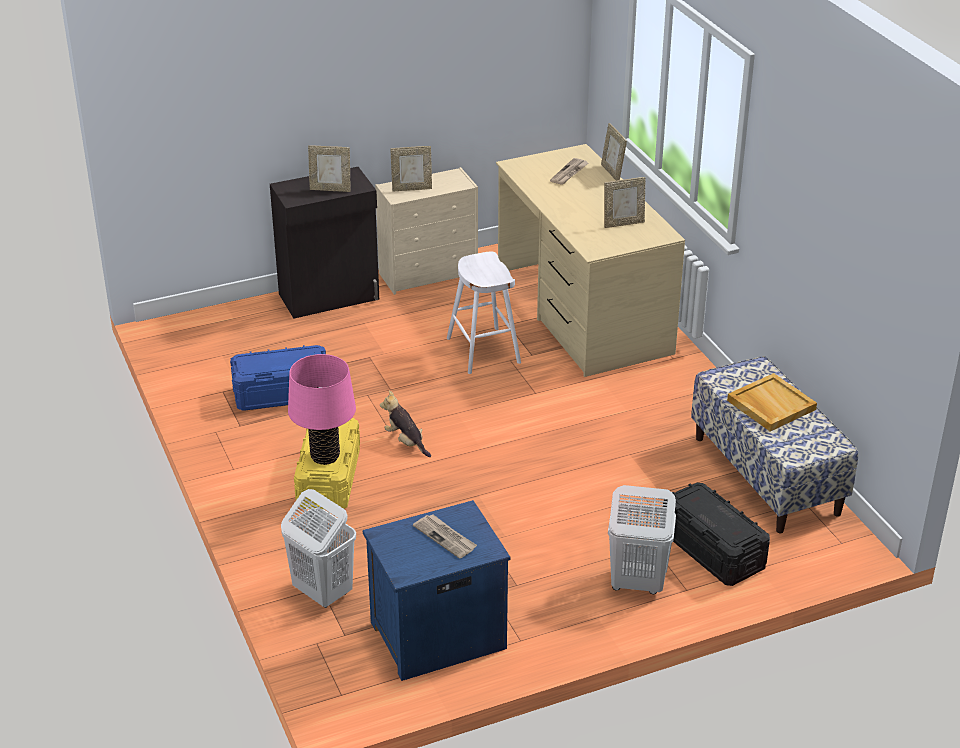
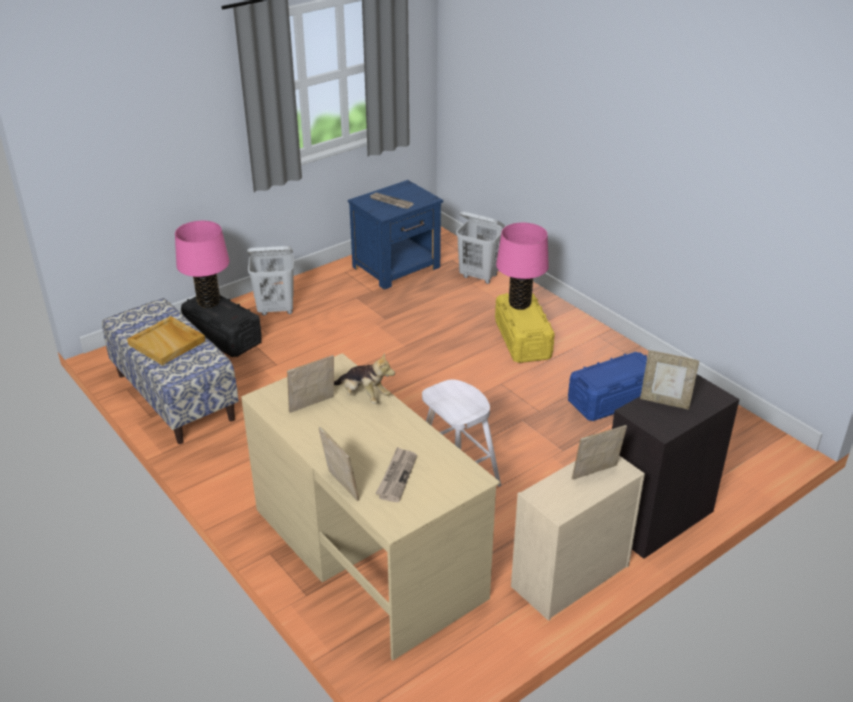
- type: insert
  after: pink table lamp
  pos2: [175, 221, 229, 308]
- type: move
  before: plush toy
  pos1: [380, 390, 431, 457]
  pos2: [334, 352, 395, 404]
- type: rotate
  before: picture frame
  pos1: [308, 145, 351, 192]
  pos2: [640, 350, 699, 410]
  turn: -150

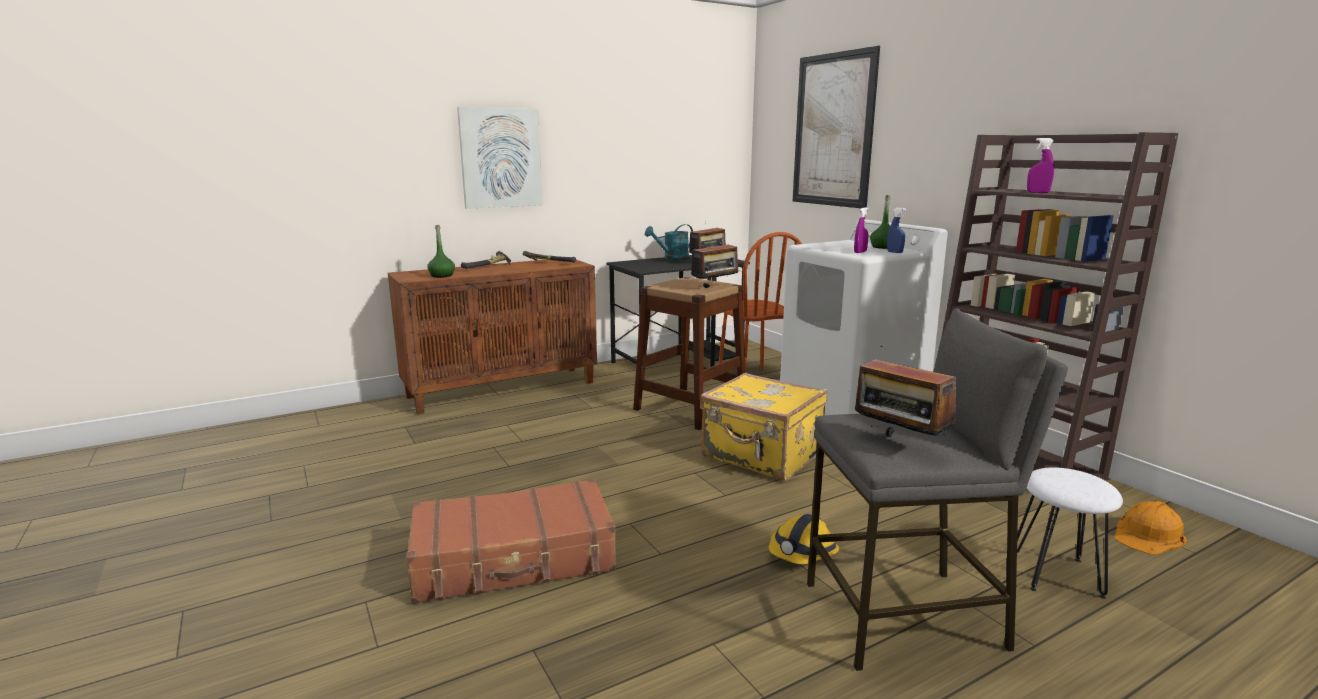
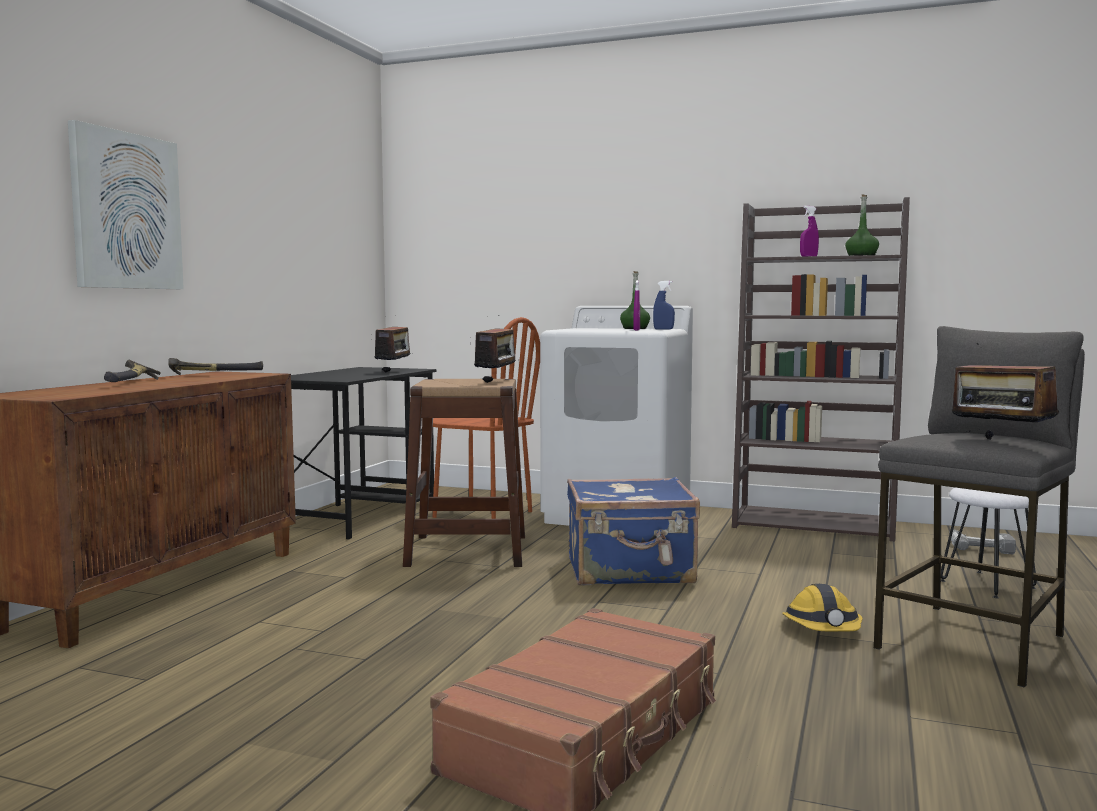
- type: delete
  before: turquoise watering can
  pos1: [645, 224, 693, 261]
- type: delete
  before: picture
  pos1: [793, 46, 880, 208]
- type: move
  before: green bottle
  pos1: [427, 225, 455, 278]
  pos2: [845, 195, 879, 256]
- type: replace
  before: orange hard hat
  after: power drill
  pos1: [1114, 501, 1187, 555]
  pos2: [949, 529, 1016, 554]
- type: recolor
  before: yellow suitcase
  after: blue suitcase
  pos1: [700, 373, 827, 481]
  pos2: [567, 477, 700, 585]
- type: rotate
  before: radio
  pos1: [854, 346, 956, 437]
  pos2: [952, 343, 1059, 440]
  turn: 45

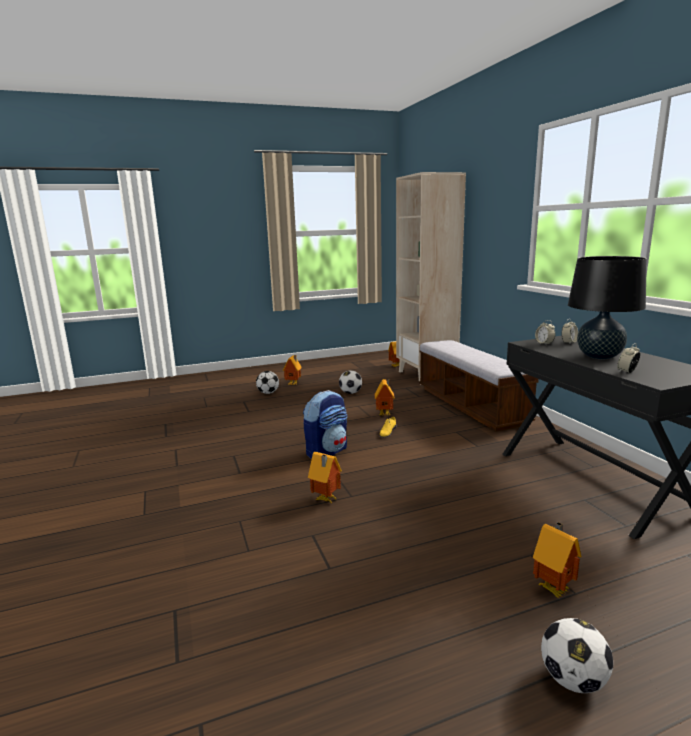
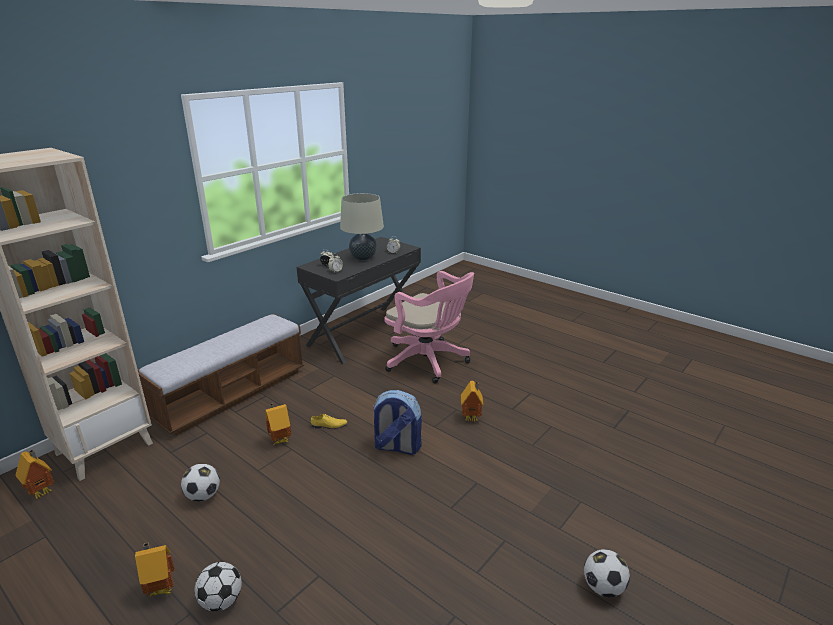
- type: delete
  before: toy house
  pos1: [533, 522, 581, 598]
- type: insert
  after: pink office chair
  pos2: [385, 271, 474, 383]
- type: move
  before: football
  pos1: [541, 618, 613, 693]
  pos2: [584, 549, 630, 597]
- type: recolor
  before: black table lamp
  after: beige table lamp
  pos1: [568, 256, 647, 359]
  pos2: [340, 193, 384, 260]

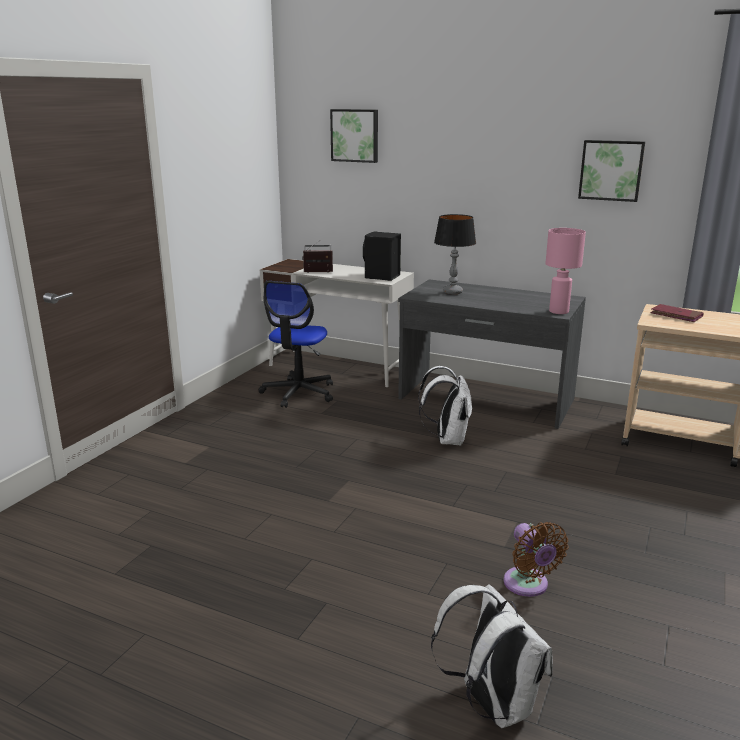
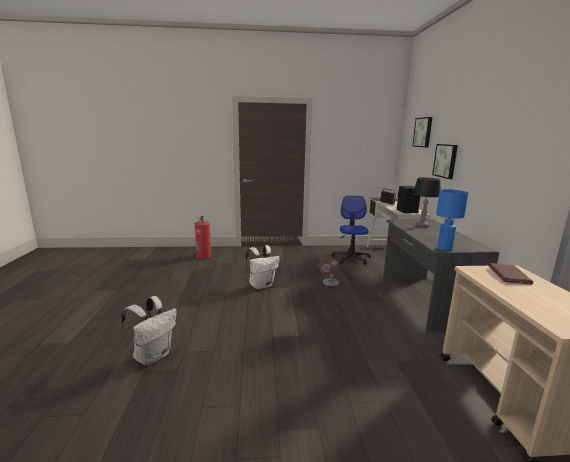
- type: insert
  after: fire extinguisher
  pos2: [195, 216, 211, 259]
- type: move
  before: white backpack
  pos1: [418, 366, 472, 446]
  pos2: [246, 245, 280, 289]
- type: move
  before: brown fan
  pos1: [503, 522, 568, 597]
  pos2: [318, 256, 339, 286]
- type: move
  before: picture
  pos1: [578, 140, 645, 202]
  pos2: [432, 144, 458, 179]
- type: recolor
  before: pink table lamp
  after: blue table lamp
  pos1: [545, 228, 586, 314]
  pos2: [436, 189, 469, 251]
- type: rotate
  before: office chair
  pos1: [258, 281, 333, 408]
  pos2: [331, 196, 371, 264]
  turn: 105

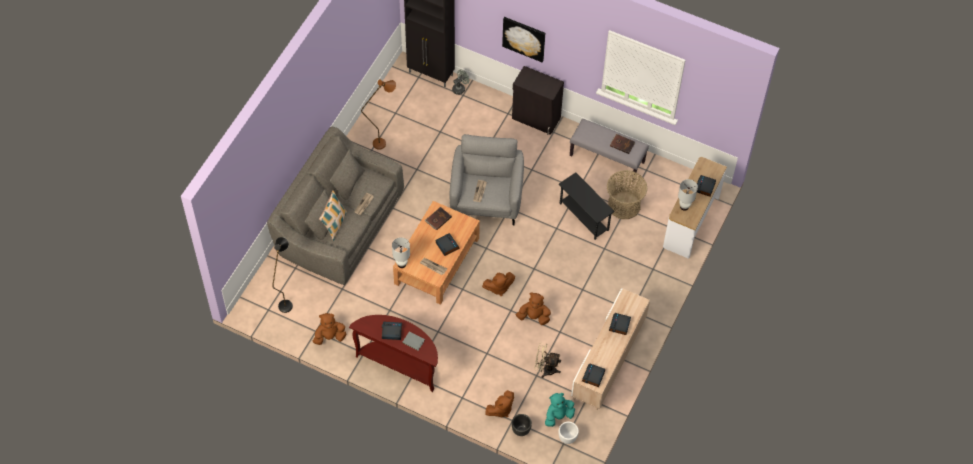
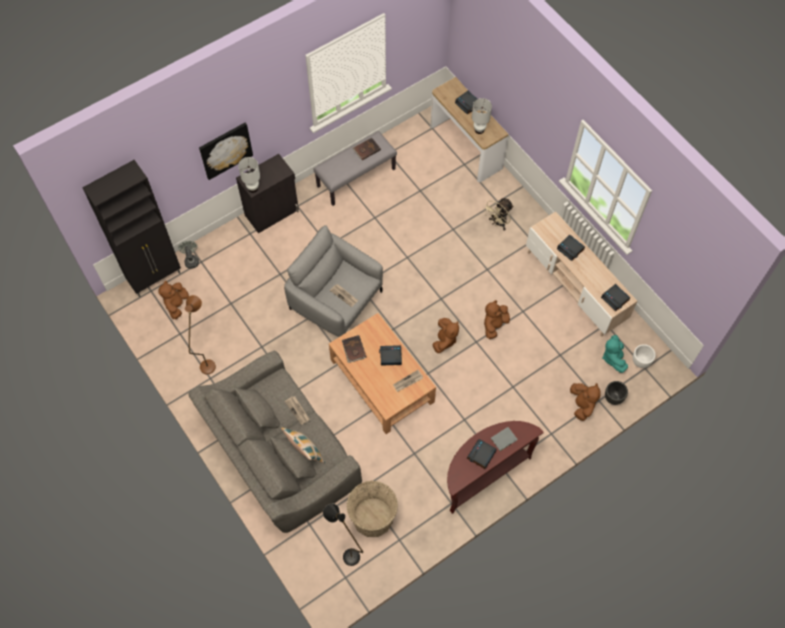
- type: delete
  before: black side table
  pos1: [559, 172, 615, 240]
- type: move
  before: brown plush toy
  pos1: [313, 313, 347, 345]
  pos2: [158, 281, 189, 319]
- type: move
  before: white table lamp
  pos1: [392, 237, 410, 268]
  pos2: [238, 157, 260, 193]
- type: move
  before: beige fan
  pos1: [535, 343, 561, 378]
  pos2: [483, 198, 514, 231]
- type: move
  before: basket
  pos1: [607, 170, 648, 219]
  pos2: [346, 481, 398, 537]

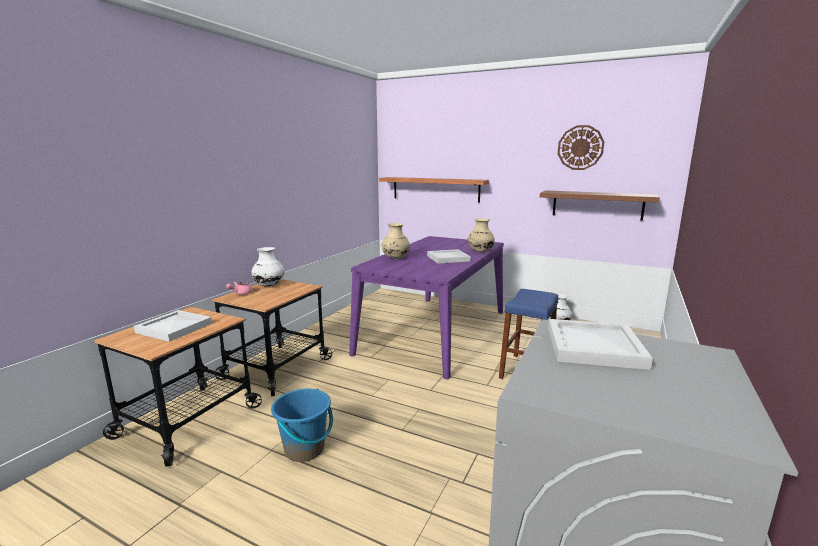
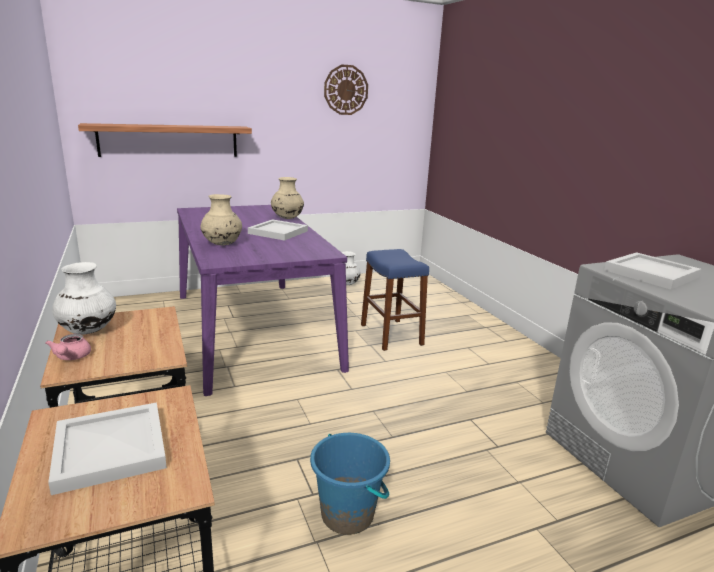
- type: delete
  before: brown shelf
  pos1: [540, 190, 660, 221]

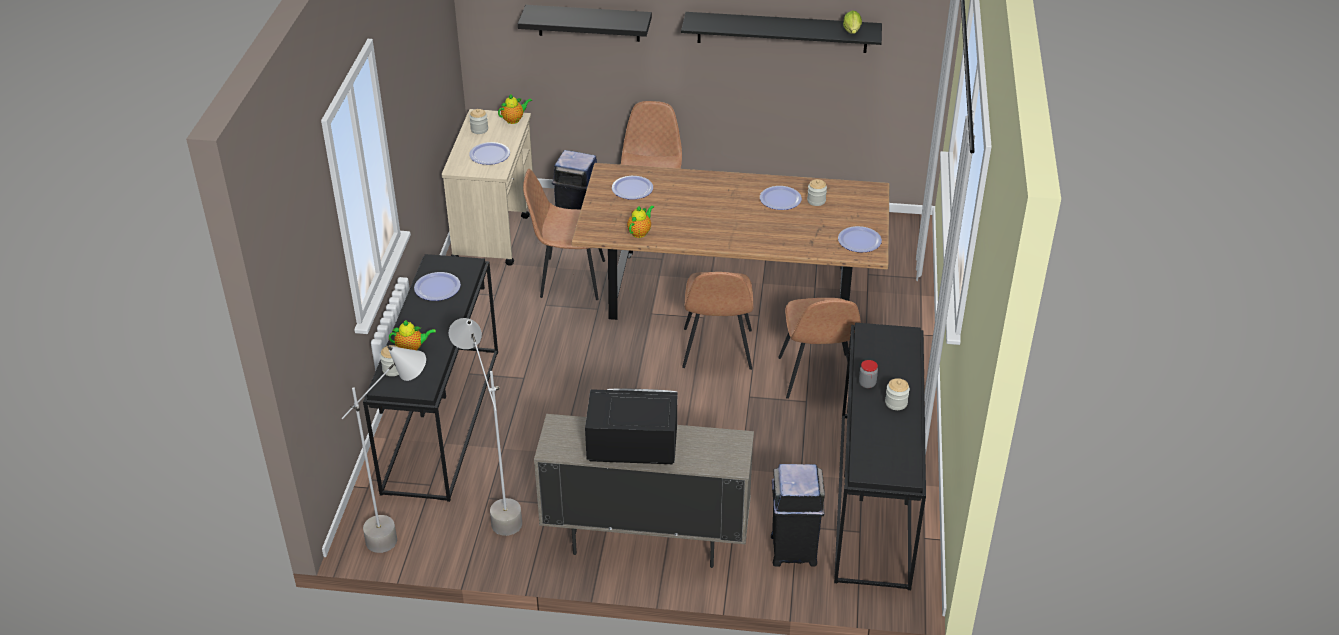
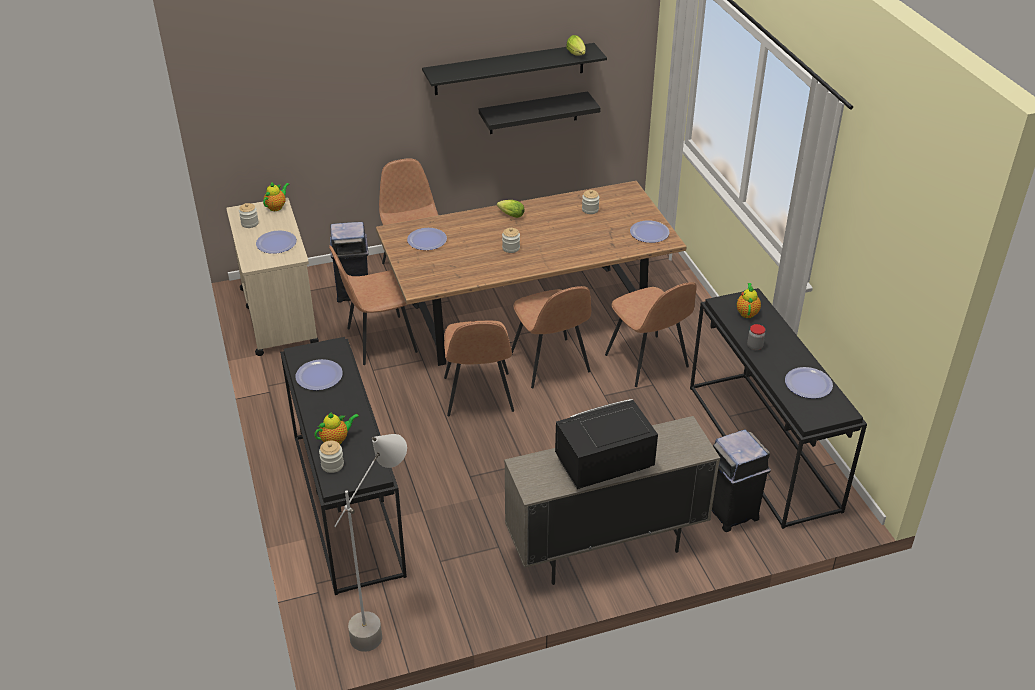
- type: delete
  before: grey floor lamp
  pos1: [449, 318, 522, 536]
- type: insert
  after: brown chair
  pos2: [444, 321, 514, 416]
- type: insert
  after: lettuce
  pos2: [497, 200, 525, 218]
- type: move
  before: black shelf
  pos1: [518, 5, 652, 42]
  pos2: [479, 91, 601, 134]
- type: move
  before: teapot
  pos1: [627, 205, 654, 238]
  pos2: [737, 283, 761, 318]
- type: move
  before: plate
  pos1: [760, 186, 802, 210]
  pos2: [785, 367, 833, 399]
- type: move
  before: jar
  pos1: [885, 378, 910, 410]
  pos2: [502, 228, 520, 253]

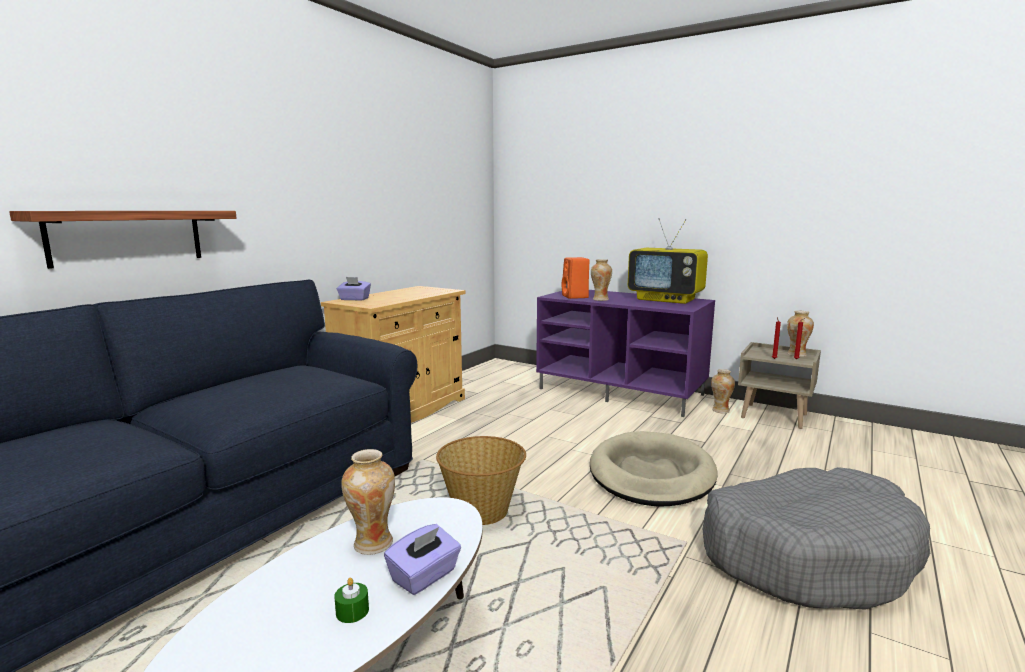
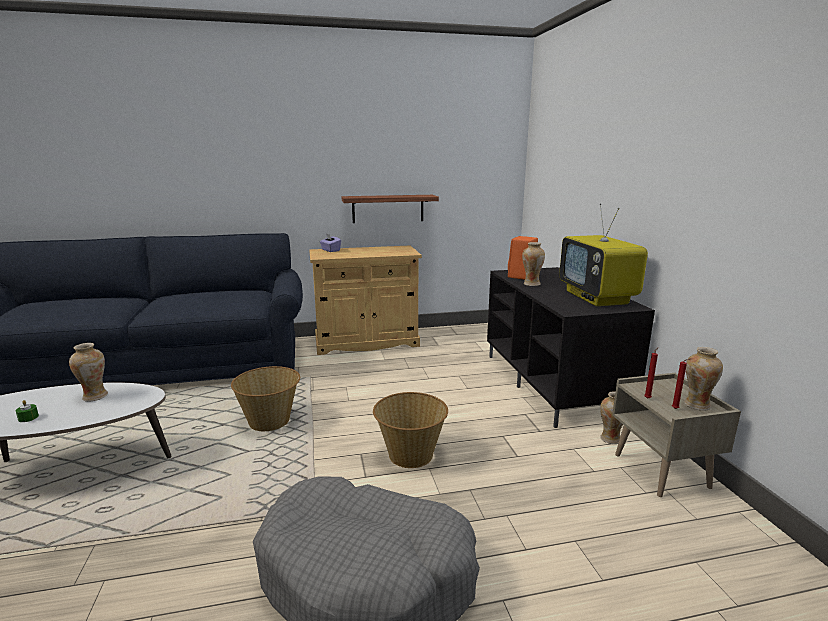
- type: delete
  before: purple tissue box
  pos1: [384, 524, 461, 595]
- type: move
  before: shelf
  pos1: [9, 211, 237, 269]
  pos2: [342, 195, 439, 223]
- type: replace
  before: beige dog bed
  after: basket
  pos1: [590, 431, 717, 506]
  pos2: [373, 392, 448, 468]
- type: recolor
  before: purple tv stand
  after: black tv stand
  pos1: [536, 290, 715, 417]
  pos2: [487, 267, 655, 428]

